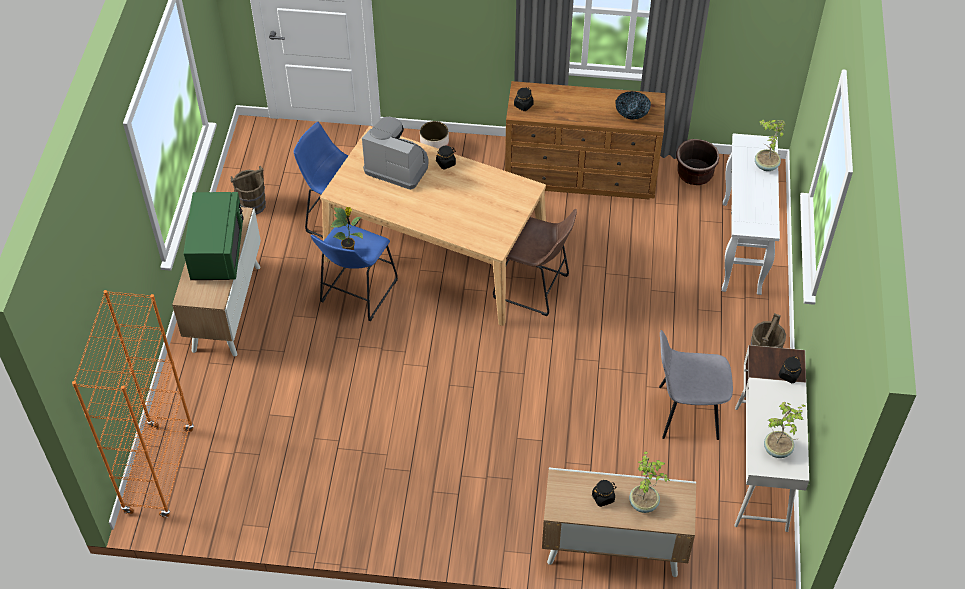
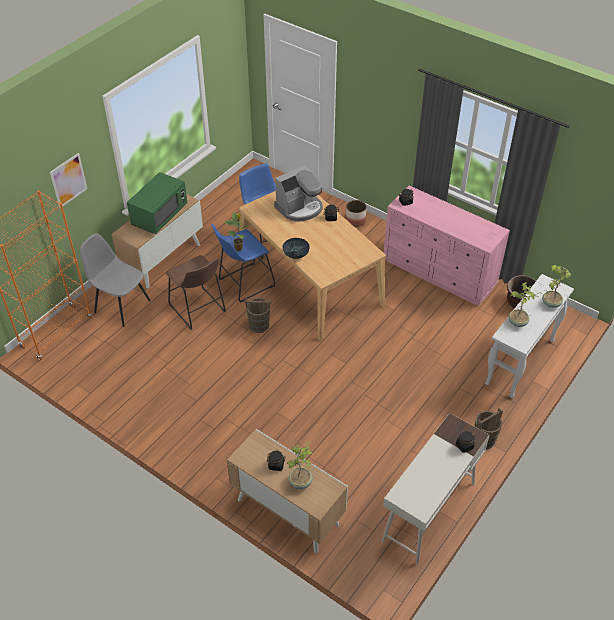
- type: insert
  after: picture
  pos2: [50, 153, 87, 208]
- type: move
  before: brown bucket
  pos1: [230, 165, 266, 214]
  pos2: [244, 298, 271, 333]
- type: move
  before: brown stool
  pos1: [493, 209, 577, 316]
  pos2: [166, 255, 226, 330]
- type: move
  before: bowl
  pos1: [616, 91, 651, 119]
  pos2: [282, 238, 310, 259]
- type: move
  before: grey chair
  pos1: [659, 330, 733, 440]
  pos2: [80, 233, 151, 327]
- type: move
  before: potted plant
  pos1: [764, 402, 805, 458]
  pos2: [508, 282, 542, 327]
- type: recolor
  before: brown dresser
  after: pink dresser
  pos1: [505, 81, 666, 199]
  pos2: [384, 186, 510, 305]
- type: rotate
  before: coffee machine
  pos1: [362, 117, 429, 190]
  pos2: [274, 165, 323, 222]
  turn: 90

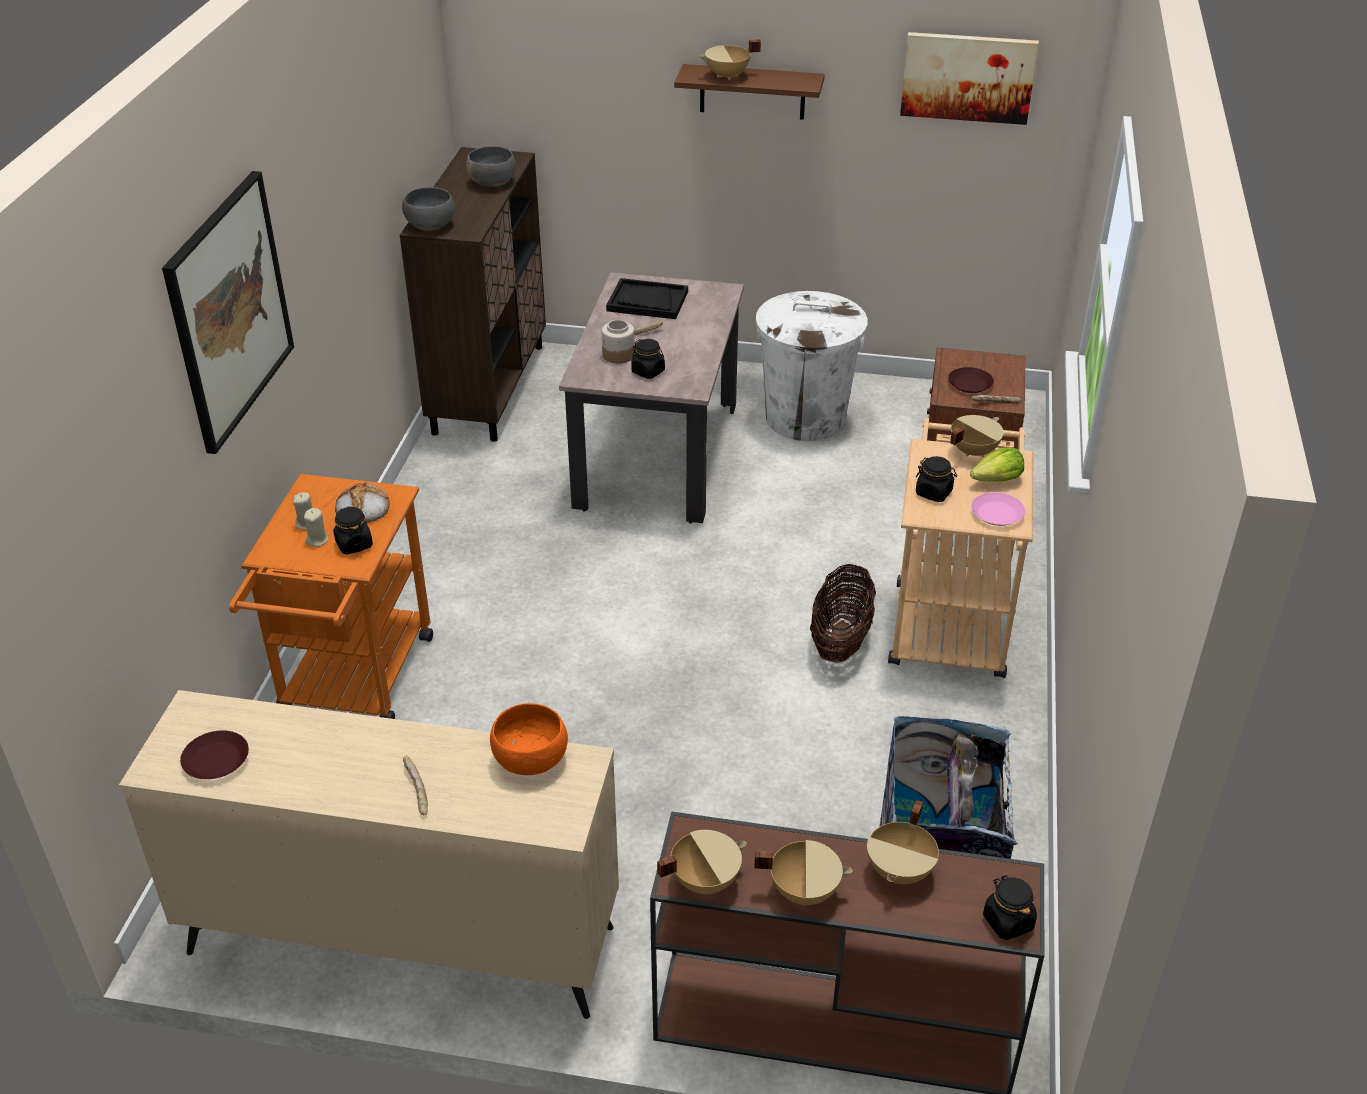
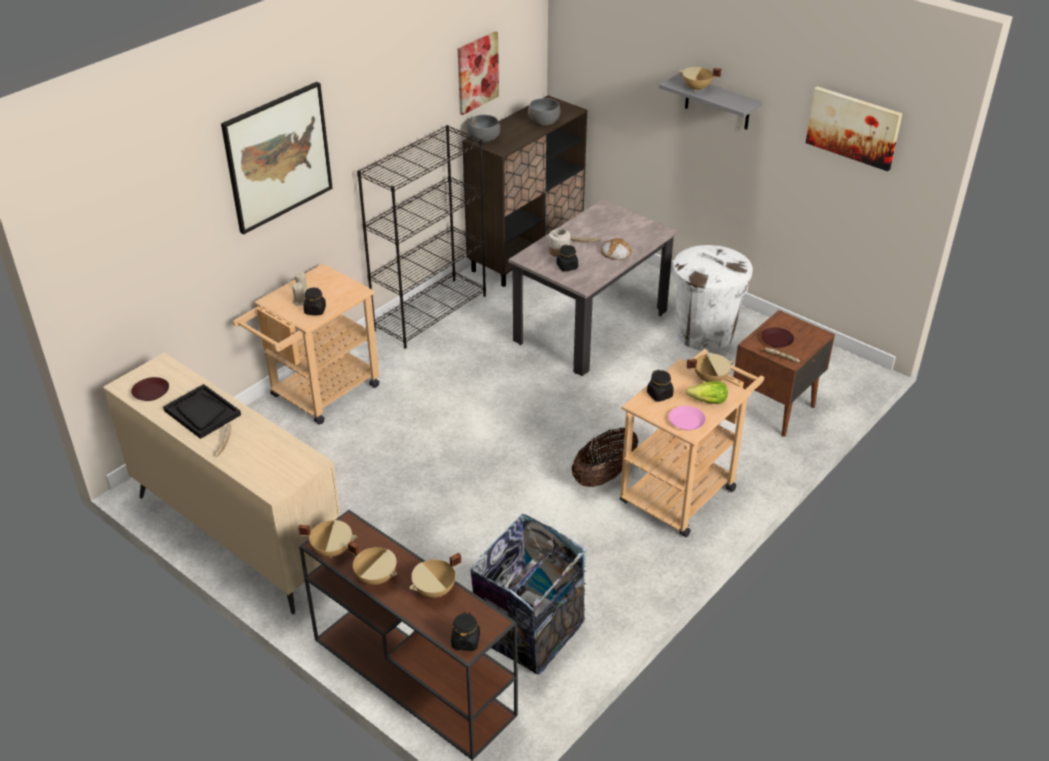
- type: delete
  before: orange bowl
  pos1: [490, 703, 568, 775]
- type: insert
  after: black bookcase
  pos2: [357, 125, 486, 349]
- type: insert
  after: picture
  pos2: [458, 31, 499, 115]
- type: move
  before: bread
  pos1: [335, 482, 390, 523]
  pos2: [601, 238, 632, 260]
- type: move
  before: black tray
  pos1: [606, 278, 688, 319]
  pos2: [163, 384, 241, 439]
- type: recolor
  before: orange cart
  after: beige cart
  pos1: [229, 474, 433, 719]
  pos2: [233, 264, 379, 425]
- type: recolor
  before: brown shelf
  after: grey shelf
  pos1: [674, 64, 825, 120]
  pos2: [659, 74, 762, 130]

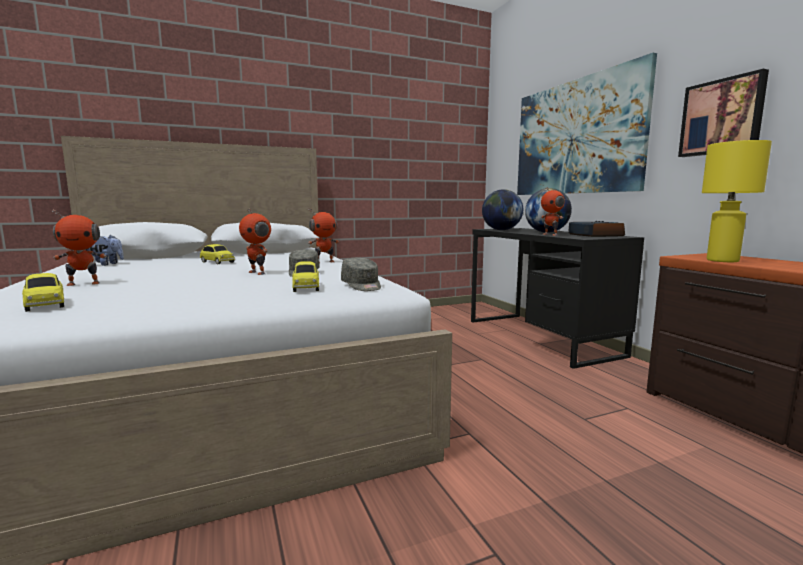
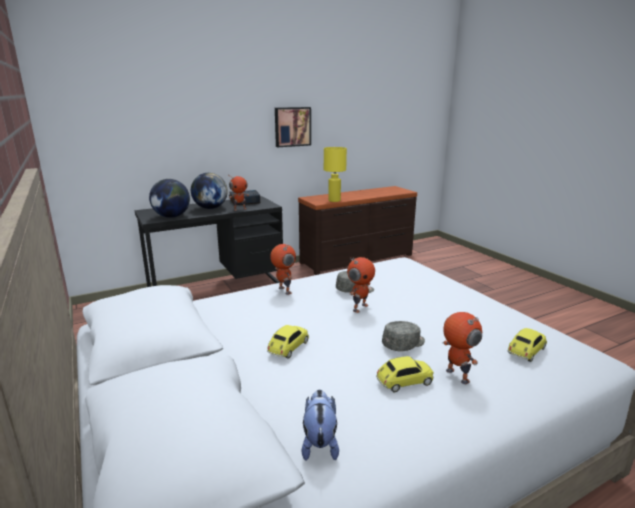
- type: delete
  before: picture
  pos1: [517, 53, 657, 195]
- type: move
  before: toy car
  pos1: [292, 261, 319, 292]
  pos2: [376, 356, 434, 392]
- type: move
  before: grey cap
  pos1: [341, 258, 381, 291]
  pos2: [382, 321, 425, 351]

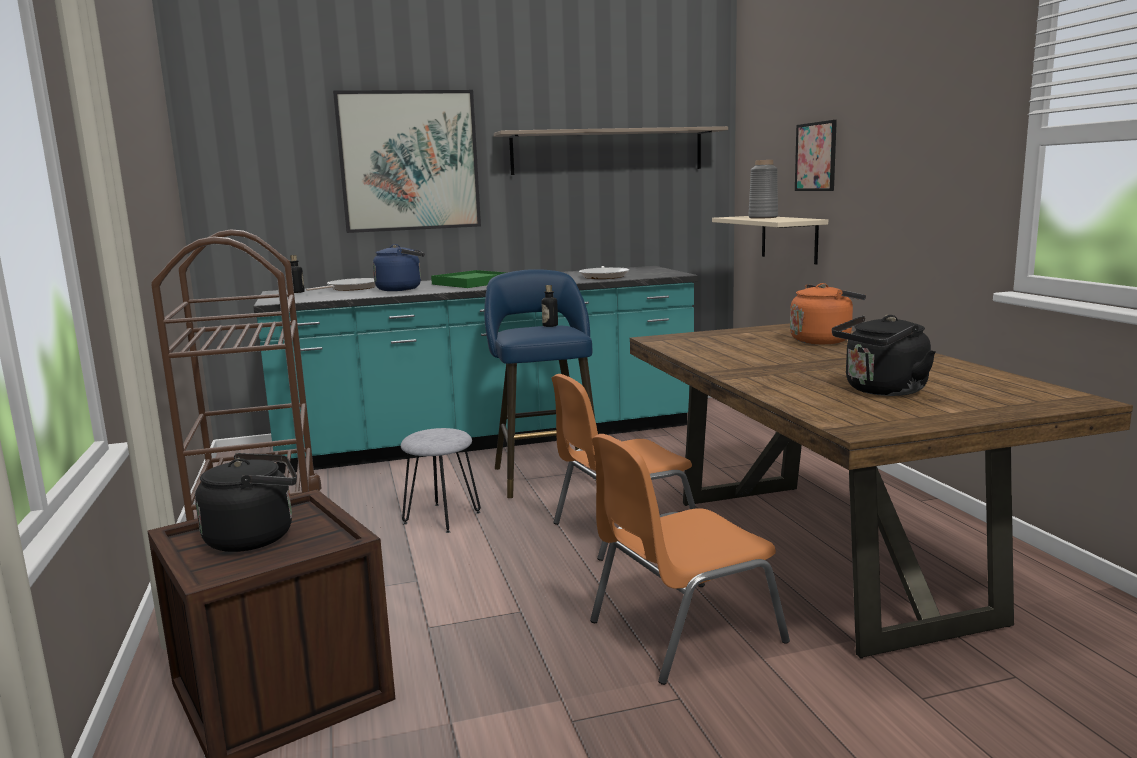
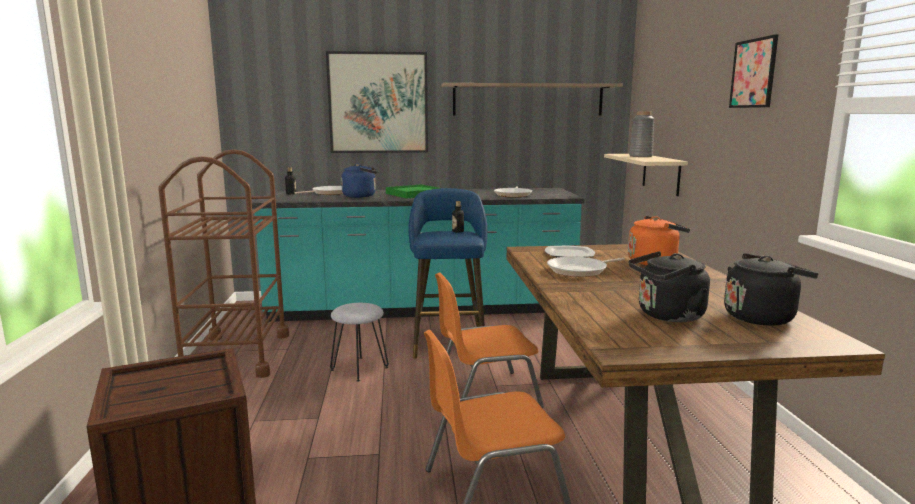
- type: insert
  after: plate
  pos2: [545, 246, 595, 258]
- type: insert
  after: frying pan
  pos2: [547, 256, 625, 277]
- type: move
  before: black kettle
  pos1: [195, 453, 297, 552]
  pos2: [724, 253, 819, 326]
- type: move
  before: picture
  pos1: [795, 120, 837, 191]
  pos2: [729, 34, 778, 108]

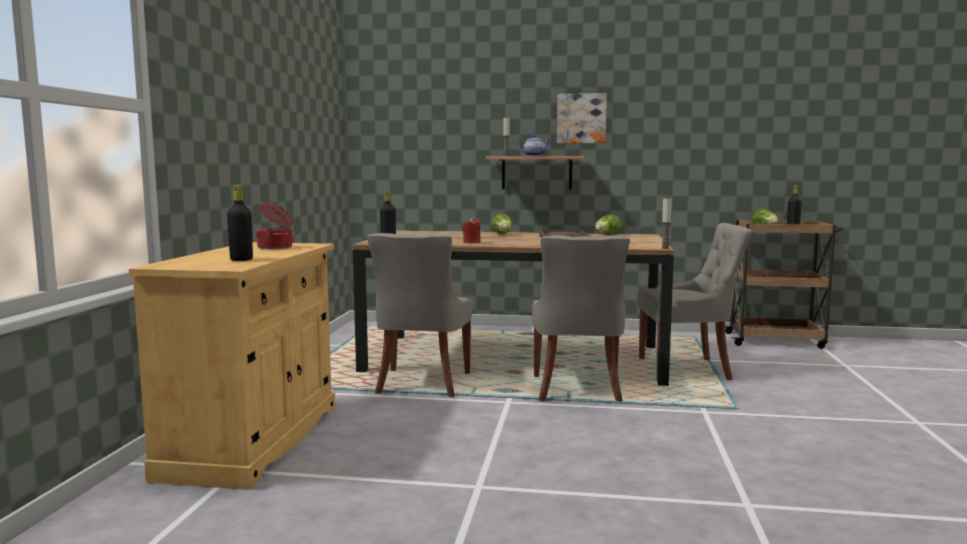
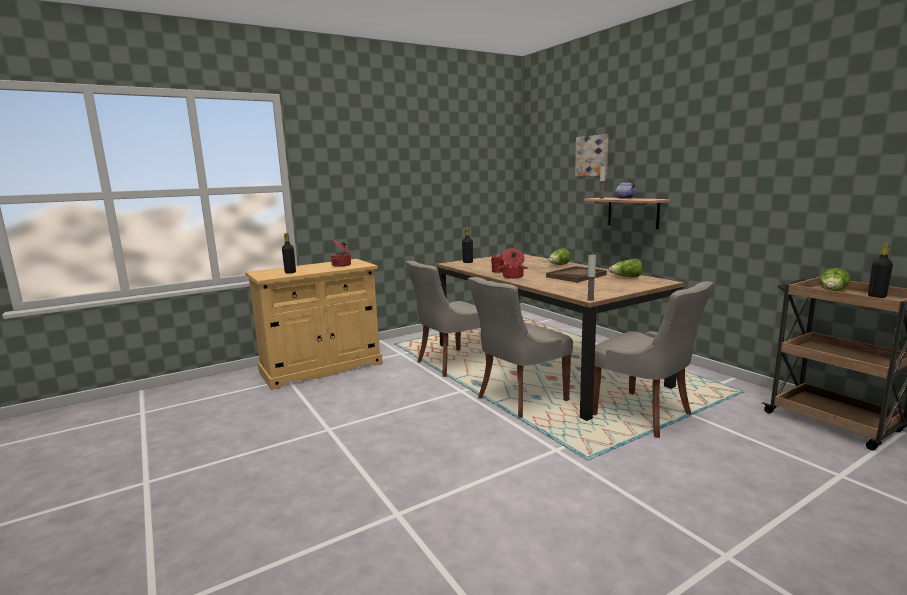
- type: insert
  after: cooking pot
  pos2: [498, 248, 528, 279]
- type: move
  before: picture
  pos1: [557, 93, 607, 143]
  pos2: [575, 134, 608, 177]

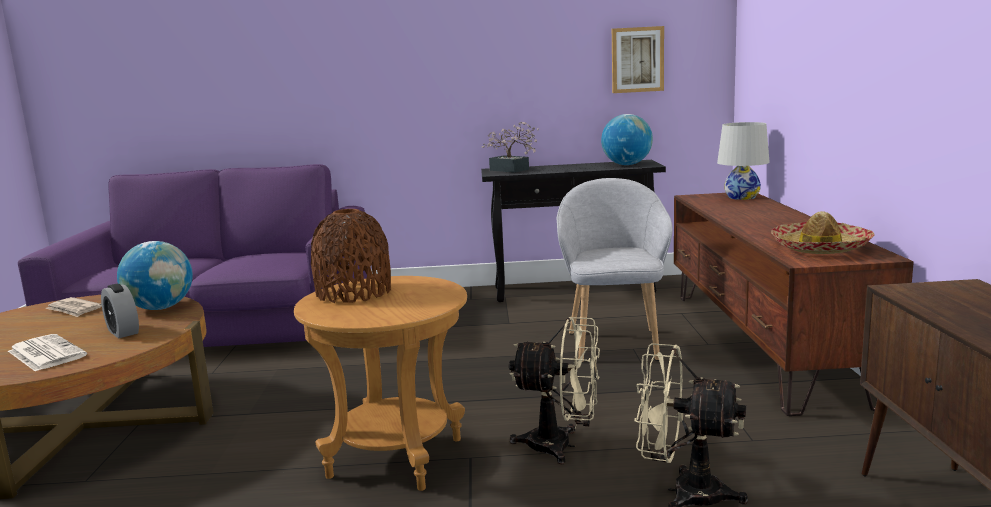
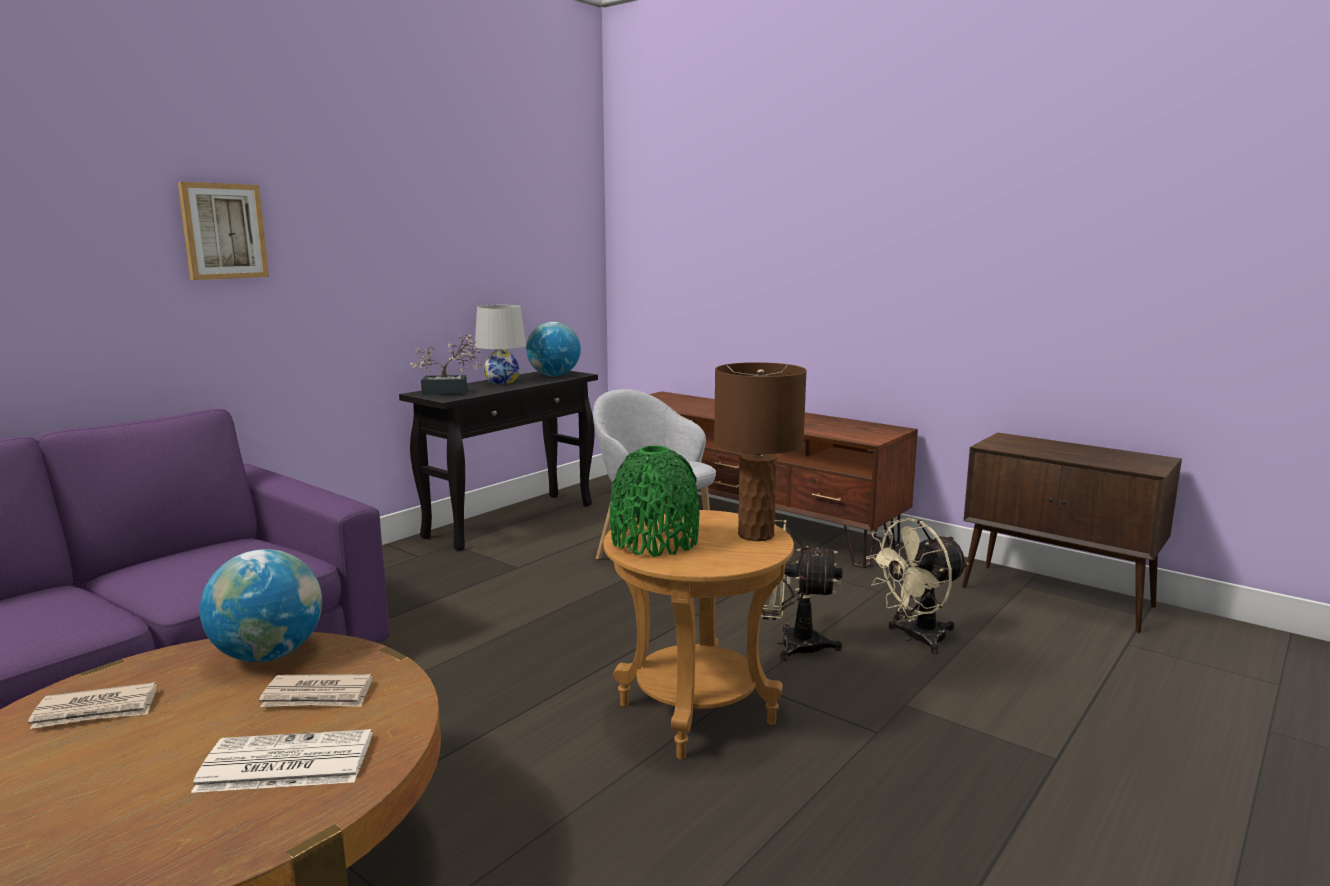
- type: delete
  before: hat
  pos1: [771, 211, 875, 254]
- type: insert
  after: brown table lamp
  pos2: [714, 362, 807, 541]
- type: move
  before: picture
  pos1: [612, 26, 664, 93]
  pos2: [178, 182, 269, 280]
- type: move
  before: white table lamp
  pos1: [717, 122, 770, 200]
  pos2: [475, 305, 526, 384]
- type: replace
  before: alarm clock
  after: newspaper
  pos1: [101, 284, 139, 338]
  pos2: [259, 674, 372, 707]
- type: recolor
  before: brown vase
  after: green vase
  pos1: [311, 209, 391, 303]
  pos2: [610, 446, 699, 557]
- type: rotate
  before: beige fan
  pos1: [509, 317, 600, 464]
  pos2: [761, 520, 843, 661]
  turn: -135

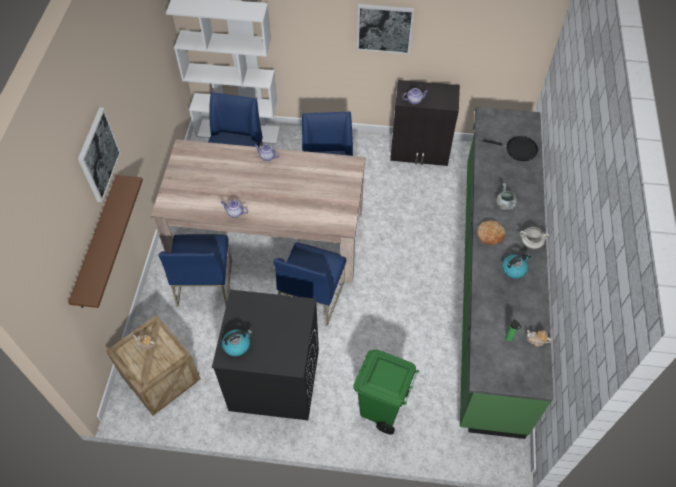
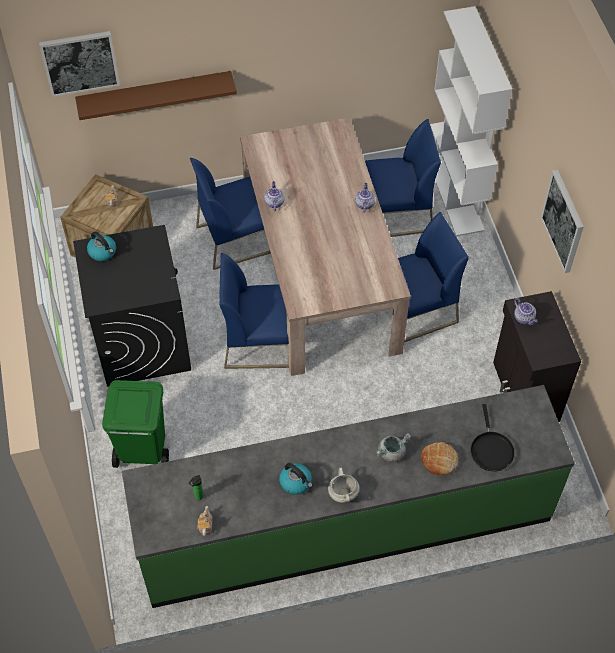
- type: move
  before: picture
  pos1: [78, 107, 121, 202]
  pos2: [39, 31, 120, 97]
- type: move
  before: bread
  pos1: [477, 220, 505, 245]
  pos2: [421, 442, 458, 475]

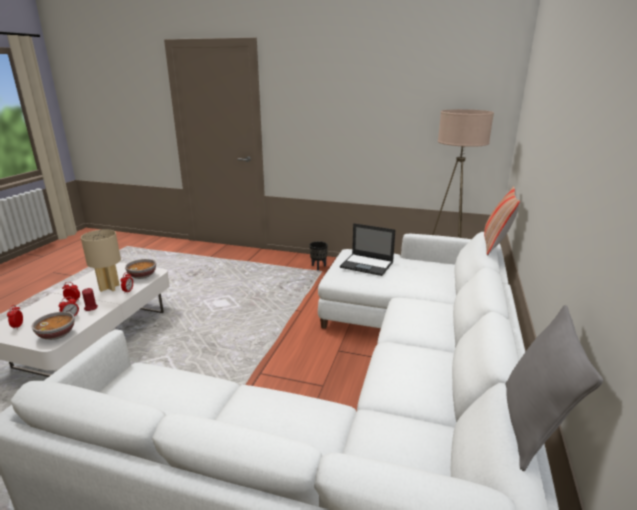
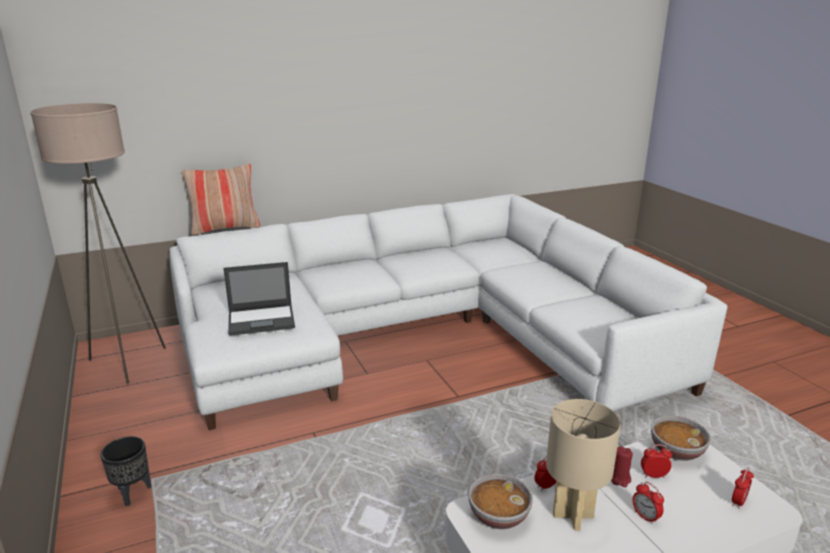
- type: delete
  before: grey pillow
  pos1: [506, 305, 603, 471]
- type: rotate
  before: laptop
  pos1: [340, 223, 395, 276]
  pos2: [223, 262, 295, 336]
  turn: 90

